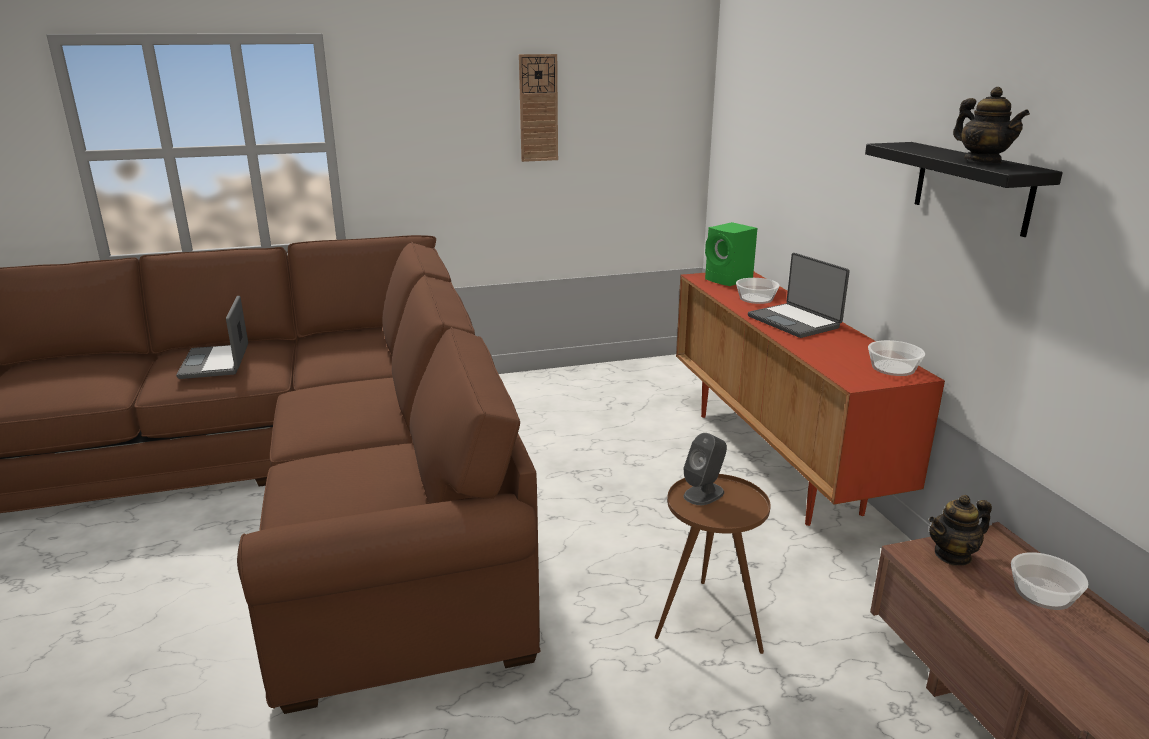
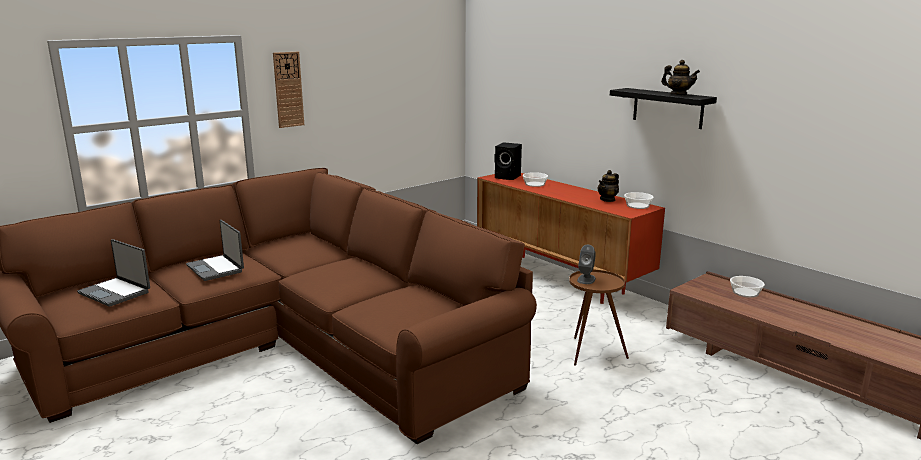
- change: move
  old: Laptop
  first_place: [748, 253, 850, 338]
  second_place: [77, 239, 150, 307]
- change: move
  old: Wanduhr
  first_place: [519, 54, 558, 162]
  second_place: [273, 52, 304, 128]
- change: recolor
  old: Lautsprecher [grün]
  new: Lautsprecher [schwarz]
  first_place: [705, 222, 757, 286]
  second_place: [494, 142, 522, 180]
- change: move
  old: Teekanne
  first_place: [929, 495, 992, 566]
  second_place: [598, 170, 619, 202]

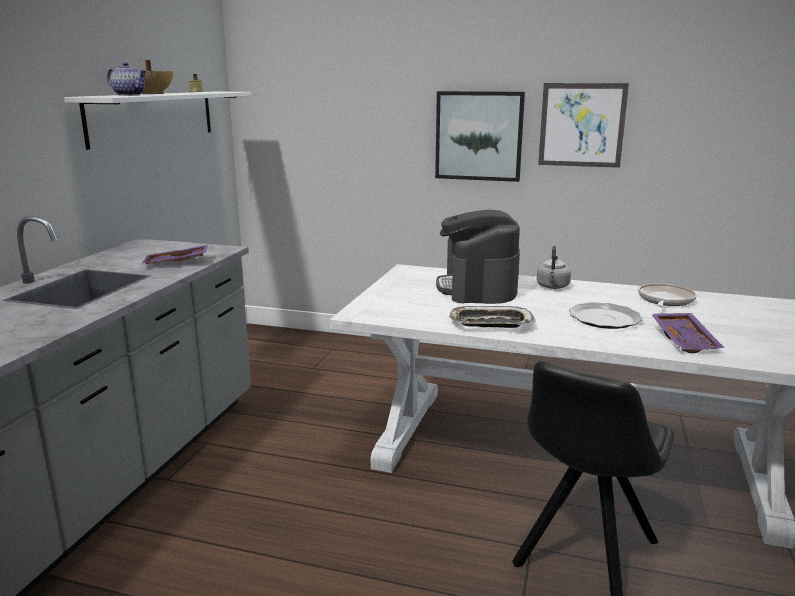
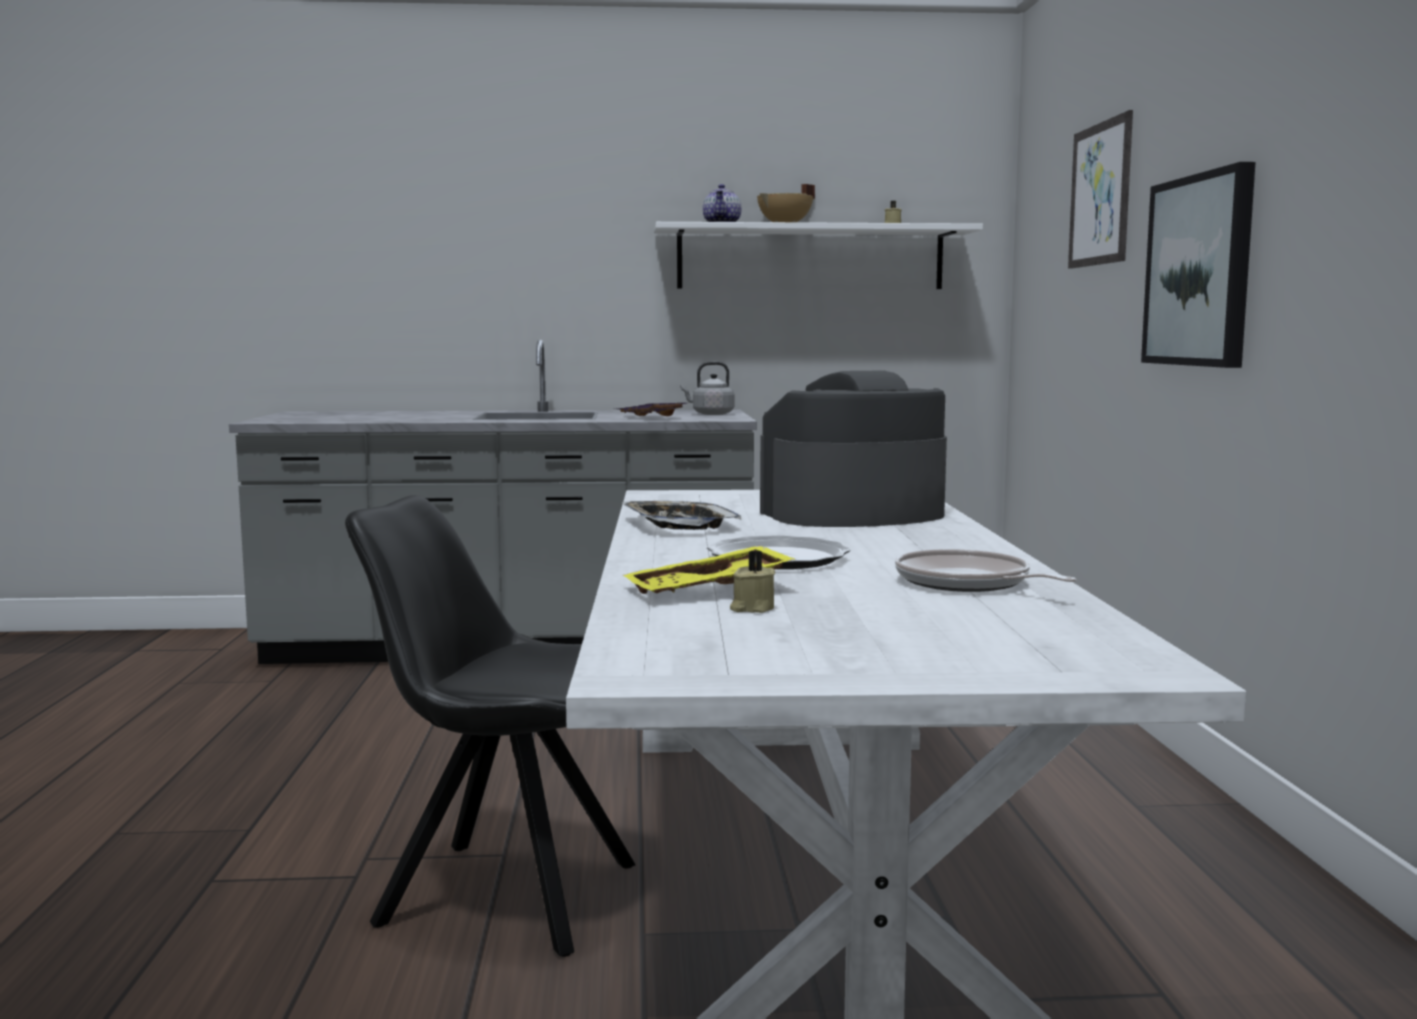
- change: recolor
  old: Tablett [lila]
  new: Tablett [gelb]
  first_place: [651, 313, 725, 353]
  second_place: [623, 546, 795, 594]
- change: move
  old: Wasserkessel [grau]
  first_place: [537, 246, 571, 289]
  second_place: [680, 362, 734, 415]
- change: insert
  new: Kerze [beige]
  second_place: [730, 551, 775, 613]
- change: rotate
  old: Pfanne
  first_place: [638, 283, 697, 307]
  second_place: [895, 549, 1076, 592]
  degrees: -135
- change: move
  old: Bild
  first_place: [538, 83, 629, 168]
  second_place: [1068, 110, 1133, 269]

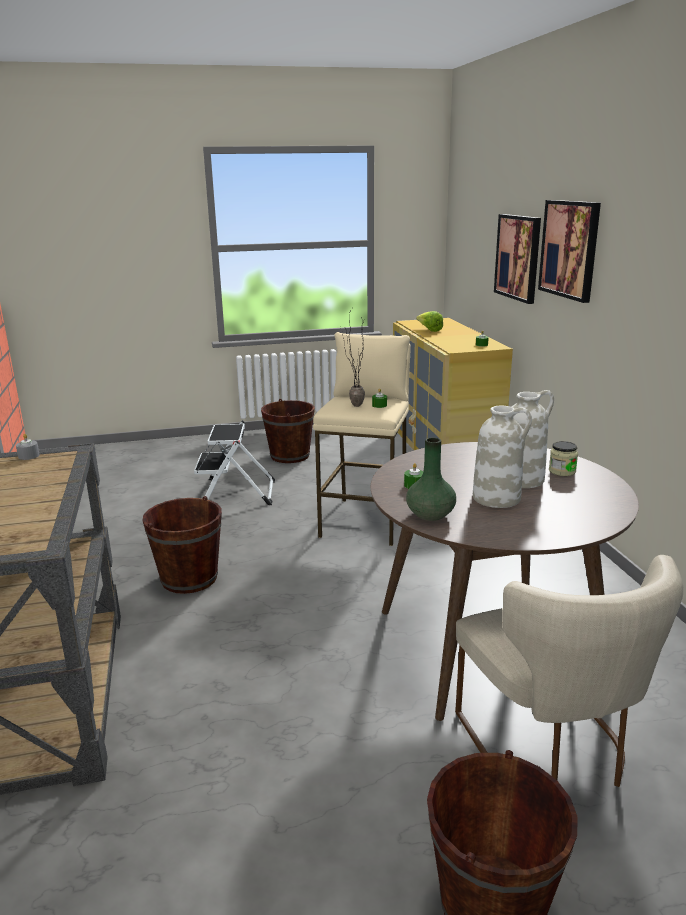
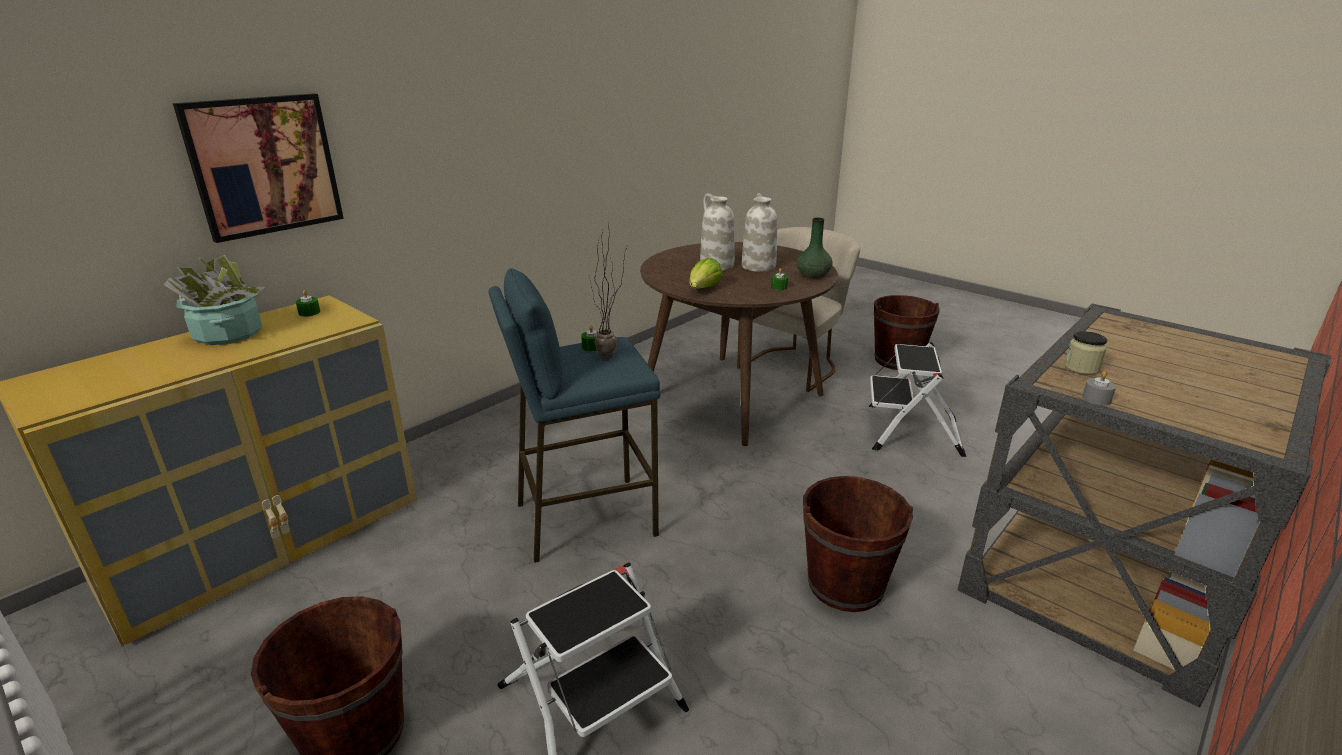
- change: insert
  new: Topfpflanze
  second_place: [163, 255, 265, 345]
- change: recolor
  old: Hocker [beige]
  new: Hocker [blau]
  first_place: [313, 332, 411, 546]
  second_place: [488, 268, 660, 563]
- change: move
  old: Salatkopf
  first_place: [416, 311, 443, 332]
  second_place: [689, 257, 723, 289]
- change: insert
  new: Trittleiter
  second_place: [869, 342, 966, 457]
- change: move
  old: Vorratsglas
  first_place: [549, 441, 578, 476]
  second_place: [1064, 331, 1107, 374]
- change: delete
  old: Bild
  first_place: [538, 200, 601, 303]

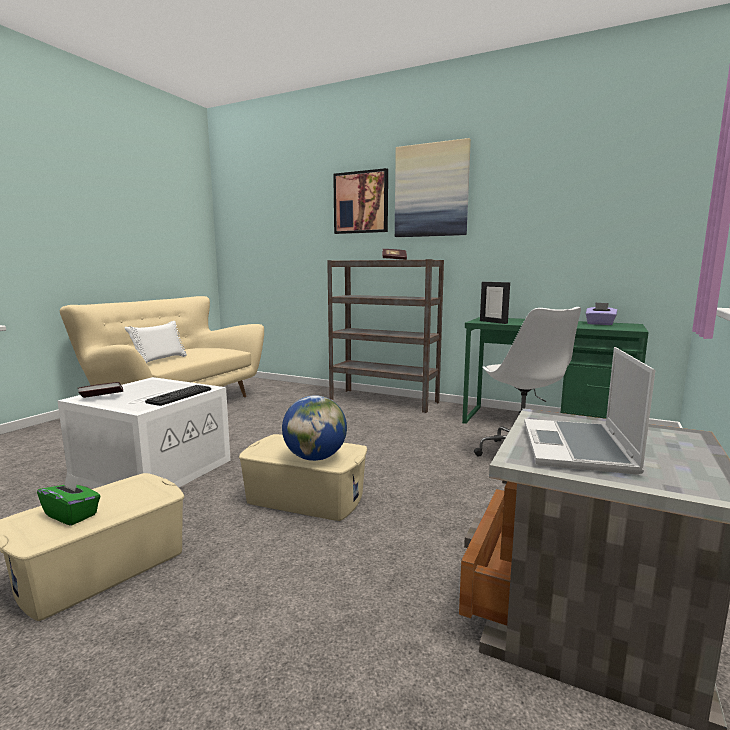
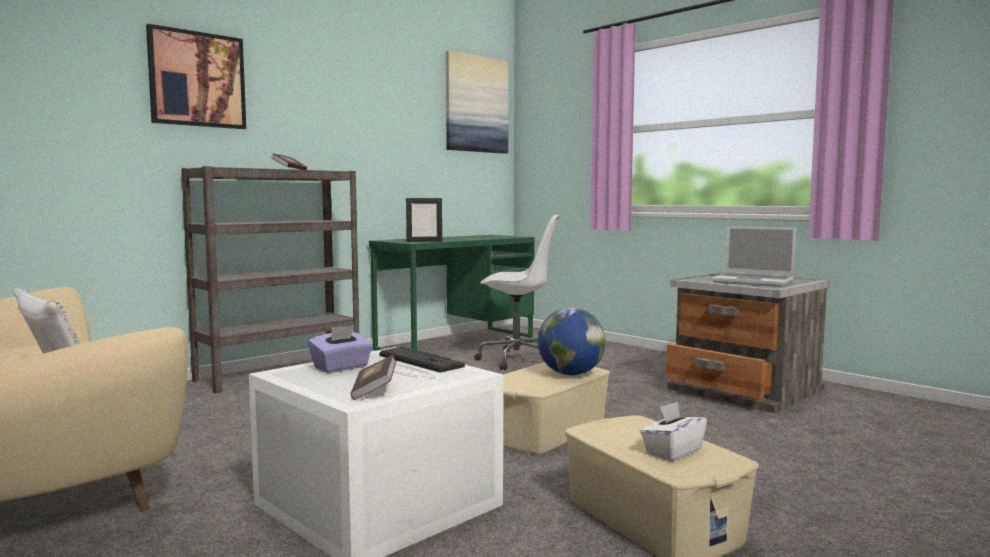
- change: move
  old: Taschentuchbox [lila]
  first_place: [586, 302, 617, 325]
  second_place: [308, 325, 373, 373]
- change: move
  old: Bild
  first_place: [395, 138, 471, 237]
  second_place: [446, 50, 509, 154]
- change: recolor
  old: Taschentuchbox [grün]
  new: Taschentuchbox [weiß]
  first_place: [37, 473, 101, 526]
  second_place: [640, 402, 707, 461]

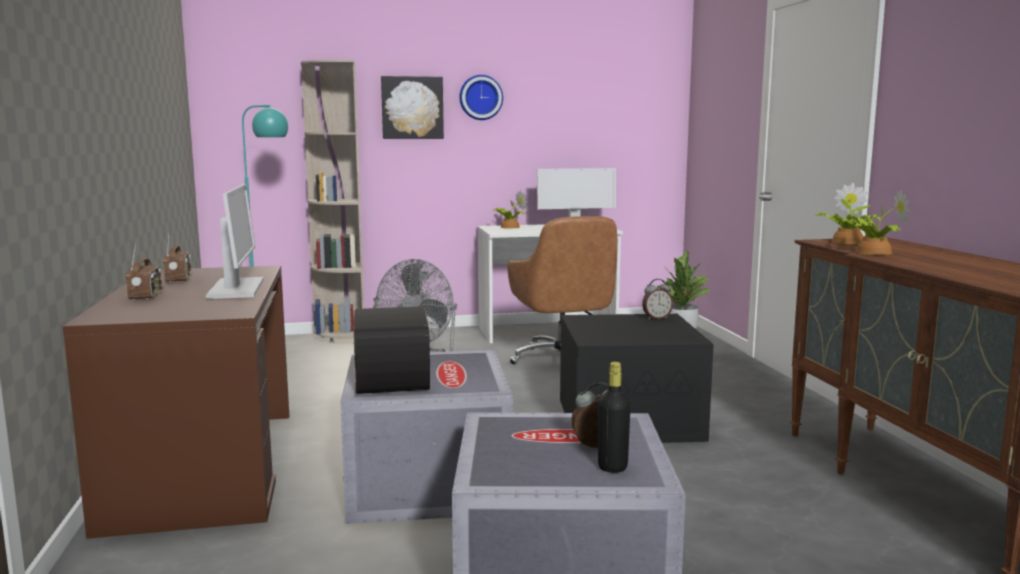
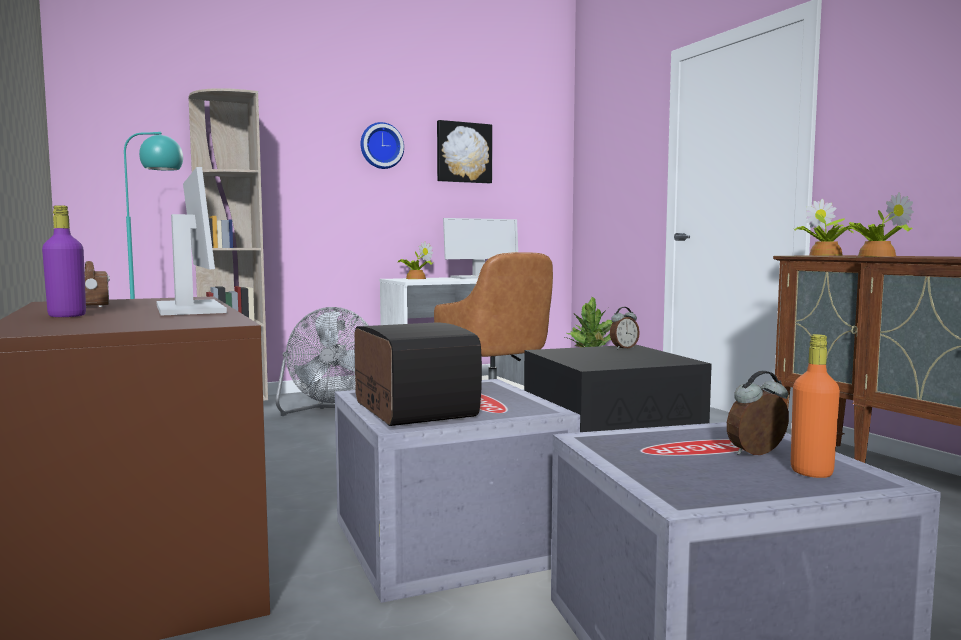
- change: replace
  old: Radio
  new: Flasche [lila]
  first_place: [126, 244, 162, 300]
  second_place: [42, 205, 86, 317]
- change: move
  old: Bild
  first_place: [381, 76, 444, 139]
  second_place: [437, 120, 492, 183]
- change: recolor
  old: Flasche [schwarz]
  new: Flasche [orange]
  first_place: [598, 362, 631, 473]
  second_place: [791, 334, 840, 478]

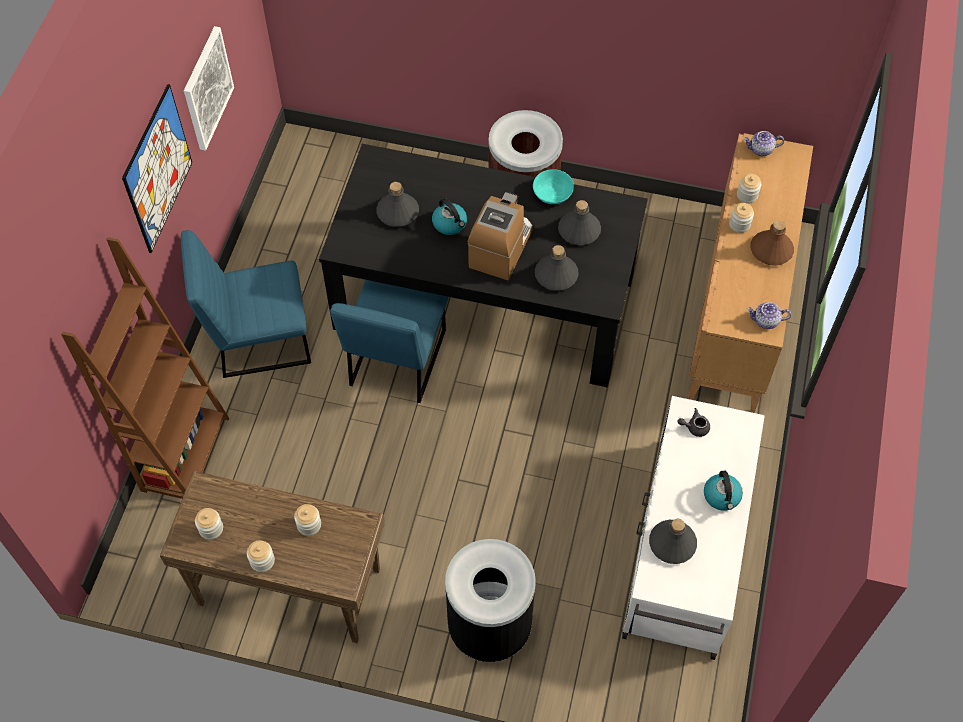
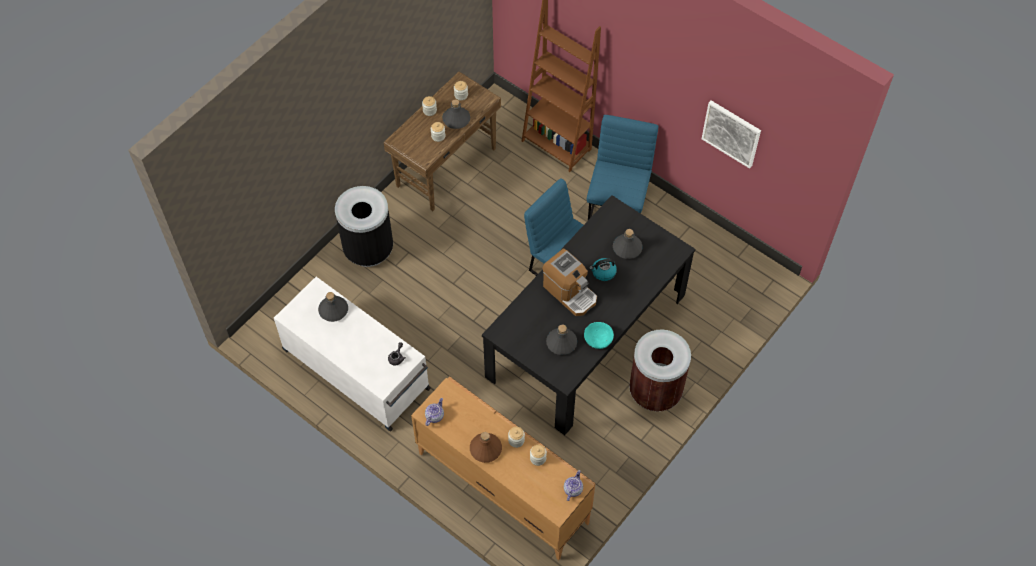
- change: move
  old: Flasche [grau]
  first_place: [535, 245, 579, 291]
  second_place: [442, 99, 470, 129]
- change: delete
  old: Bild
  first_place: [122, 84, 193, 253]
- change: delete
  old: Wasserkessel
  first_place: [704, 471, 743, 511]

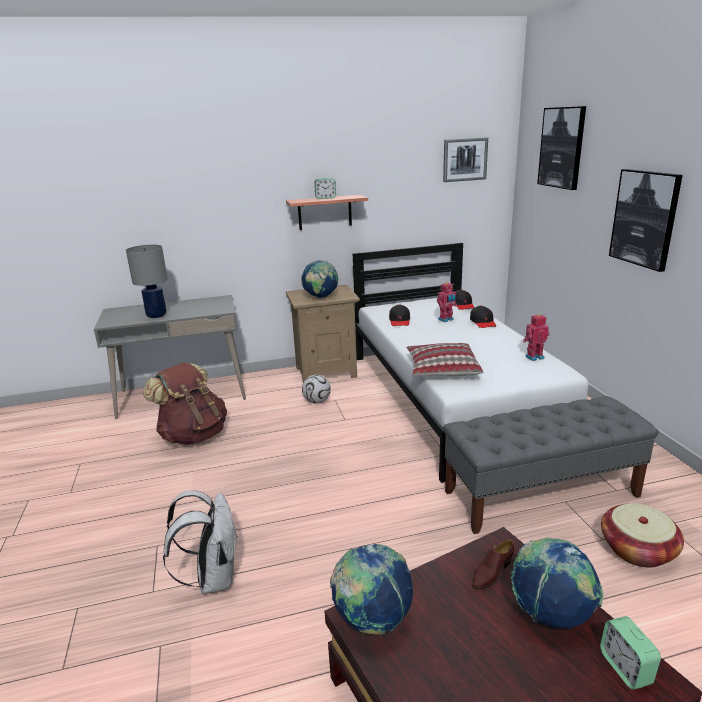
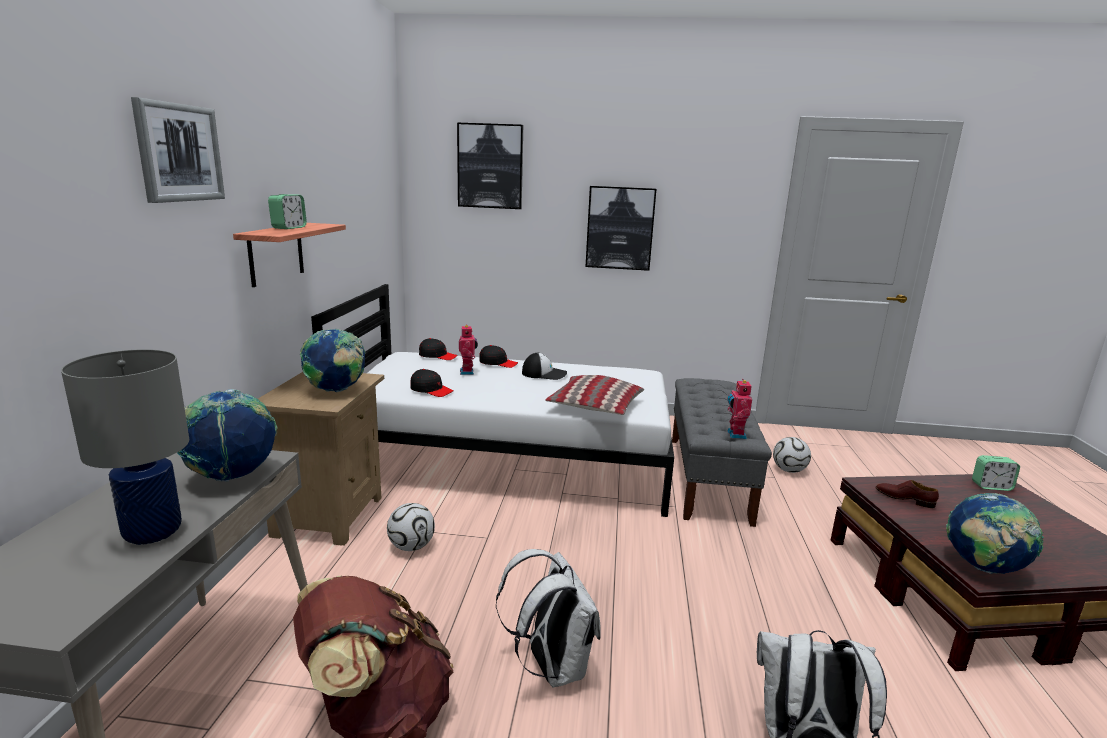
- change: move
  old: Bild
  first_place: [443, 137, 488, 182]
  second_place: [131, 97, 225, 203]
- change: move
  old: Globus
  first_place: [511, 537, 603, 628]
  second_place: [177, 389, 277, 482]
- change: insert
  new: Rucksack [weiß]
  second_place: [496, 549, 601, 687]
- change: insert
  new: Kappe
  second_place: [522, 353, 567, 380]
- change: move
  old: Spielzeugroboter
  first_place: [523, 314, 550, 361]
  second_place: [727, 379, 752, 439]
- change: replace
  old: Korb
  new: Fußball
  first_place: [601, 503, 684, 568]
  second_place: [773, 437, 811, 473]
- change: rotate
  old: Schuh [braun]
  first_place: [472, 539, 514, 589]
  second_place: [876, 480, 939, 508]
  degrees: 150

